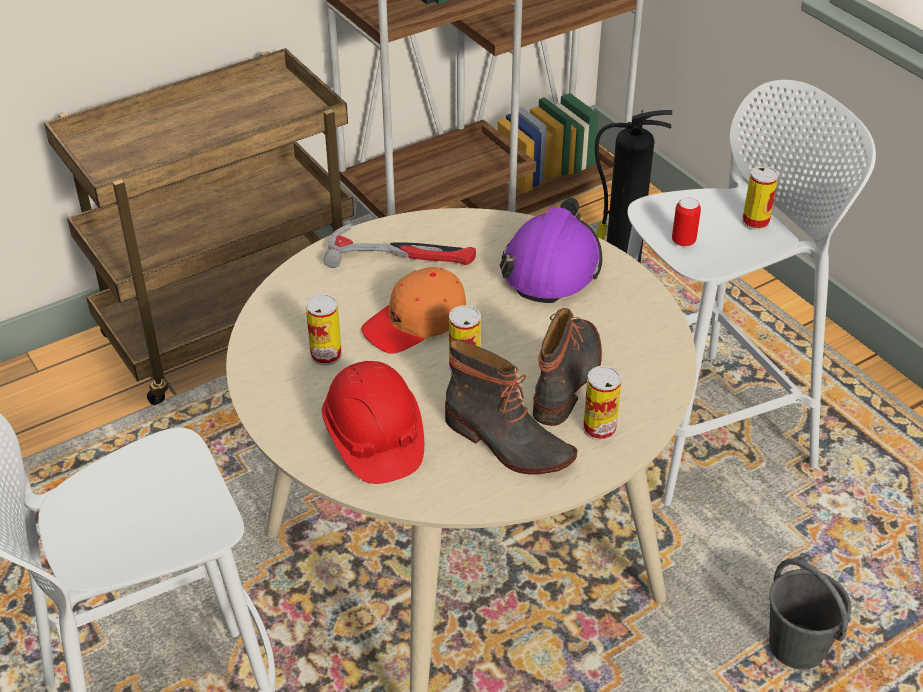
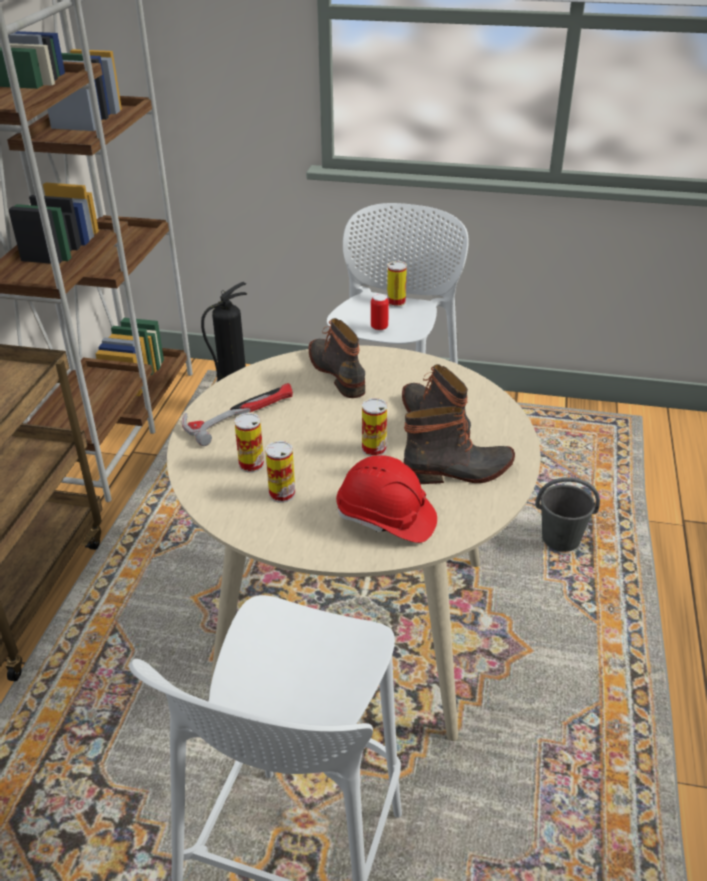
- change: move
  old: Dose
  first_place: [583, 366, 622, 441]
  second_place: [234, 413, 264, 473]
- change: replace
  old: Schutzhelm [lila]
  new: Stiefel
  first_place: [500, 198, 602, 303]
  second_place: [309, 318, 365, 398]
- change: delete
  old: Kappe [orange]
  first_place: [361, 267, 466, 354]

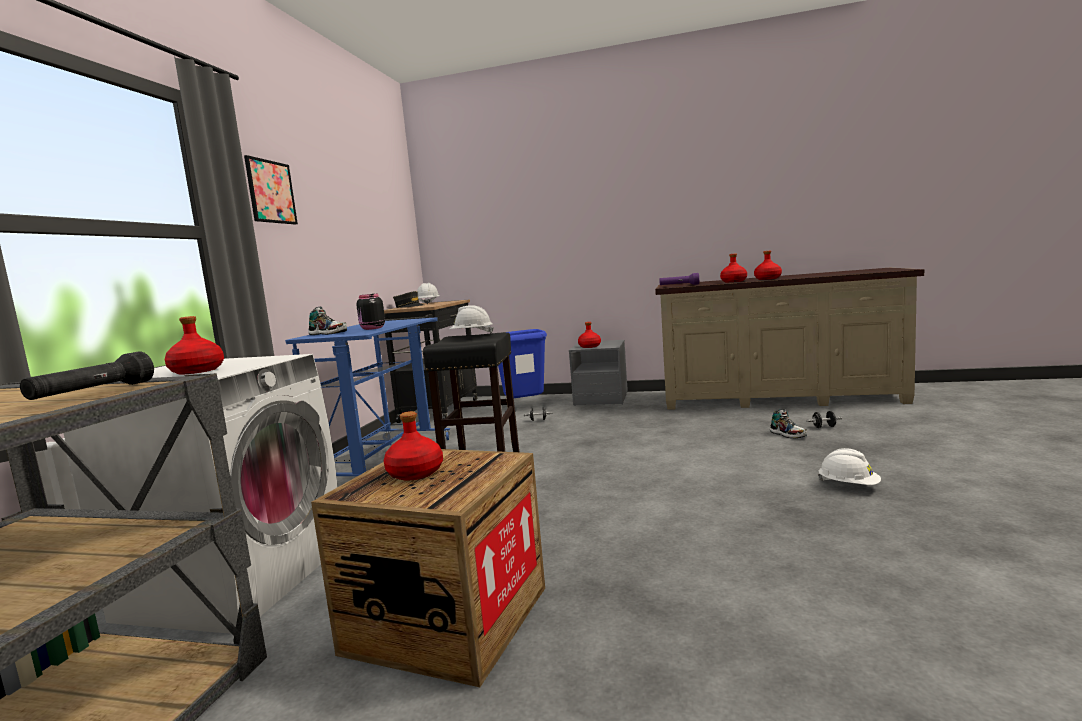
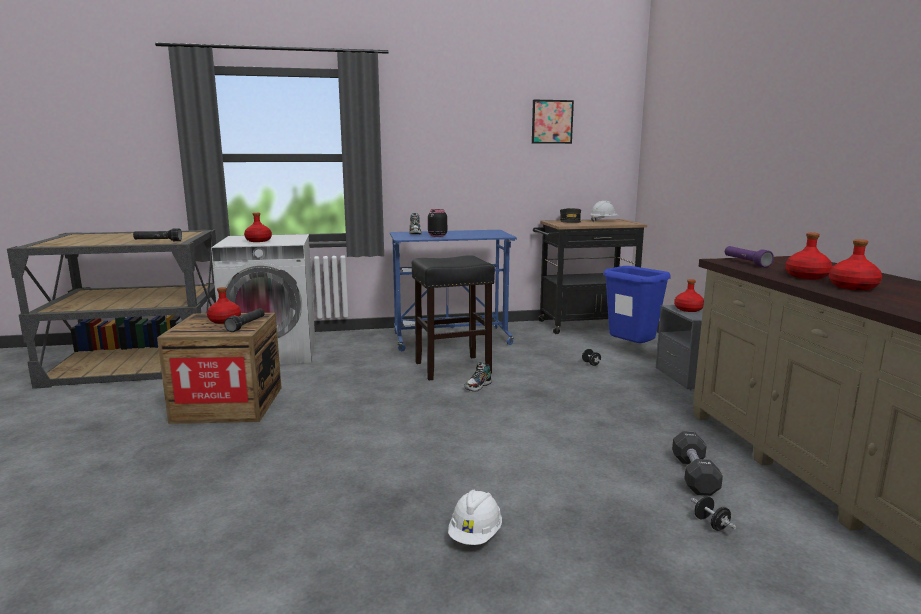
- change: insert
  new: Taschenlampe [schwarz]
  second_place: [224, 308, 265, 332]
- change: move
  old: Schuh
  first_place: [770, 409, 807, 438]
  second_place: [464, 362, 492, 392]
- change: move
  old: Bild
  first_place: [244, 155, 298, 225]
  second_place: [532, 100, 574, 144]
- change: insert
  new: Hantel [schwarz]
  second_place: [672, 431, 723, 496]
- change: delete
  old: Schutzhelm [weiß]
  first_place: [450, 305, 494, 334]

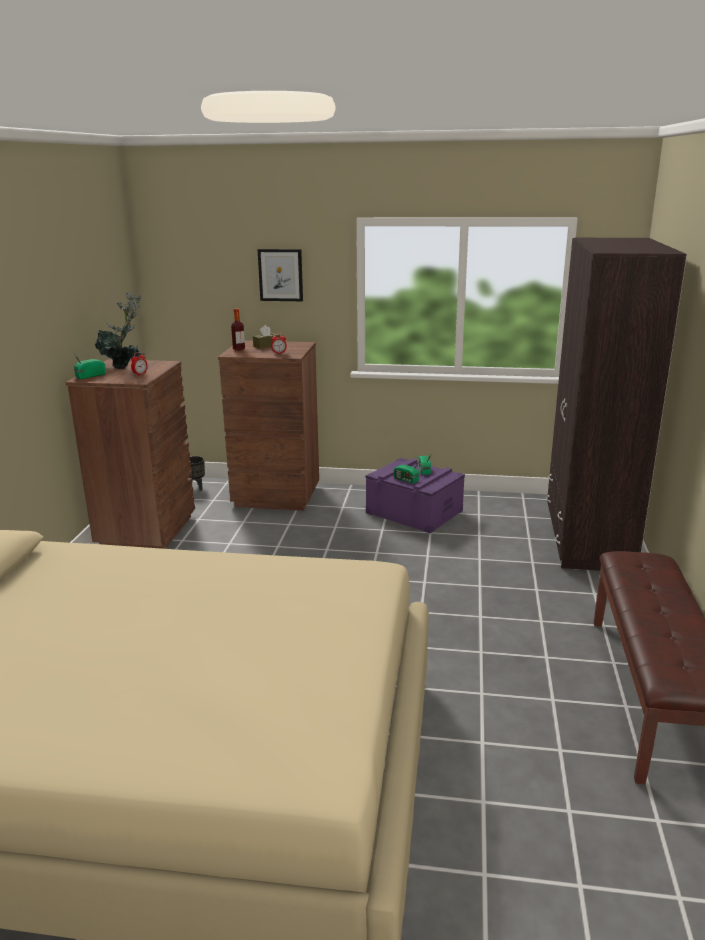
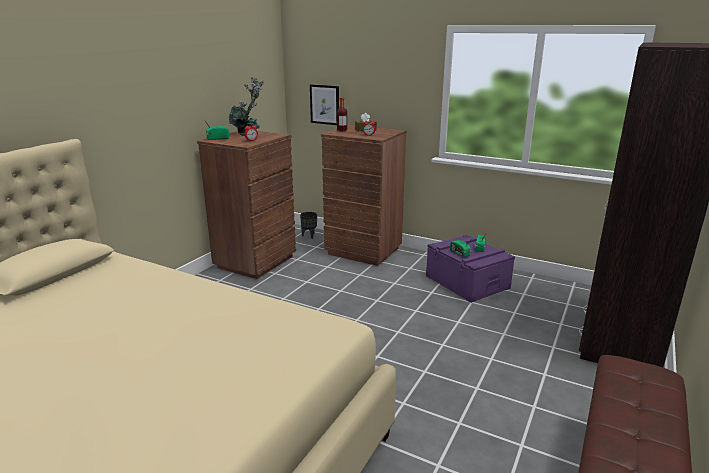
- change: move
  old: Bild
  first_place: [258, 249, 303, 301]
  second_place: [310, 84, 339, 125]

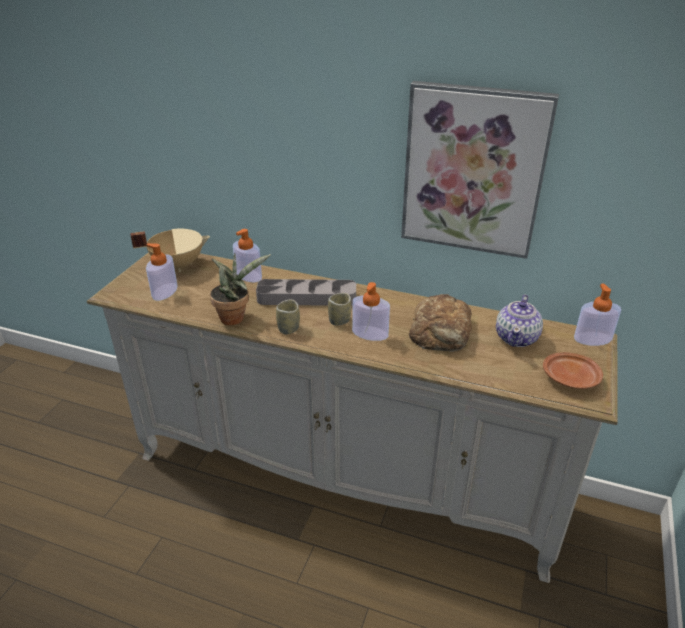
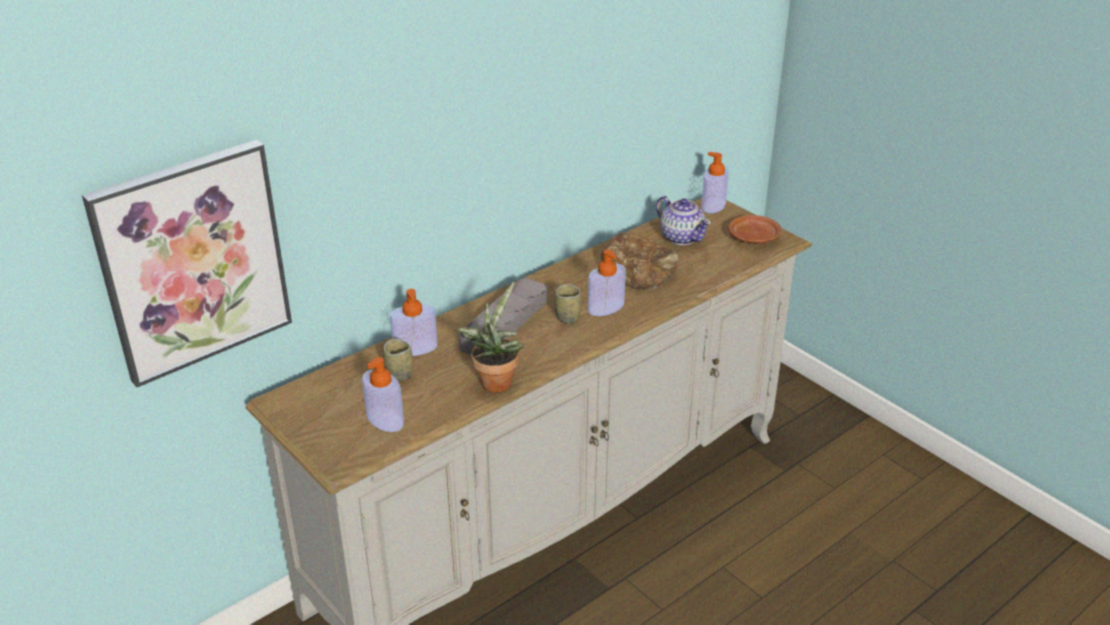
- change: move
  old: Bild
  first_place: [401, 81, 559, 259]
  second_place: [82, 140, 292, 387]
- change: move
  old: Tasse
  first_place: [276, 300, 300, 334]
  second_place: [383, 339, 413, 380]
- change: delete
  old: Kochtopf [beige]
  first_place: [130, 229, 210, 272]

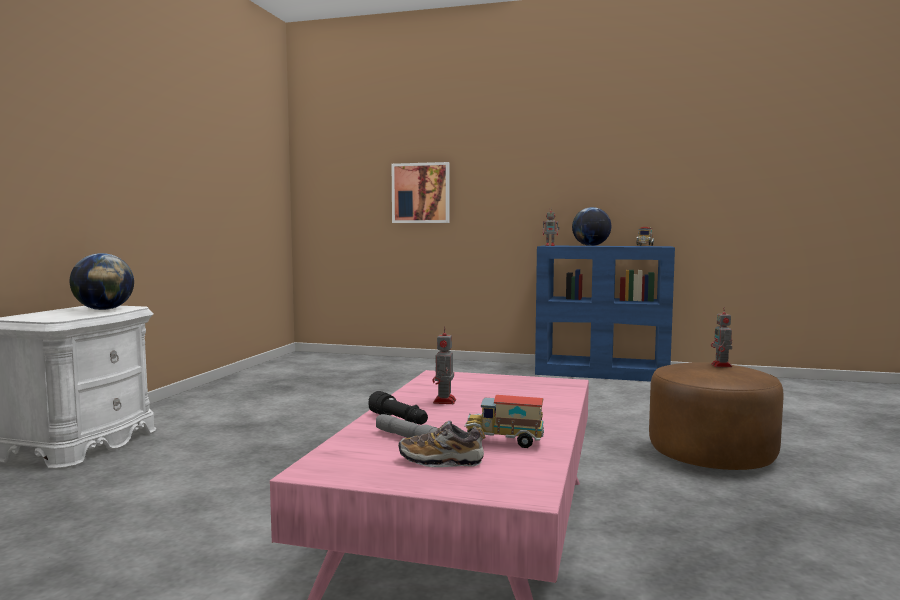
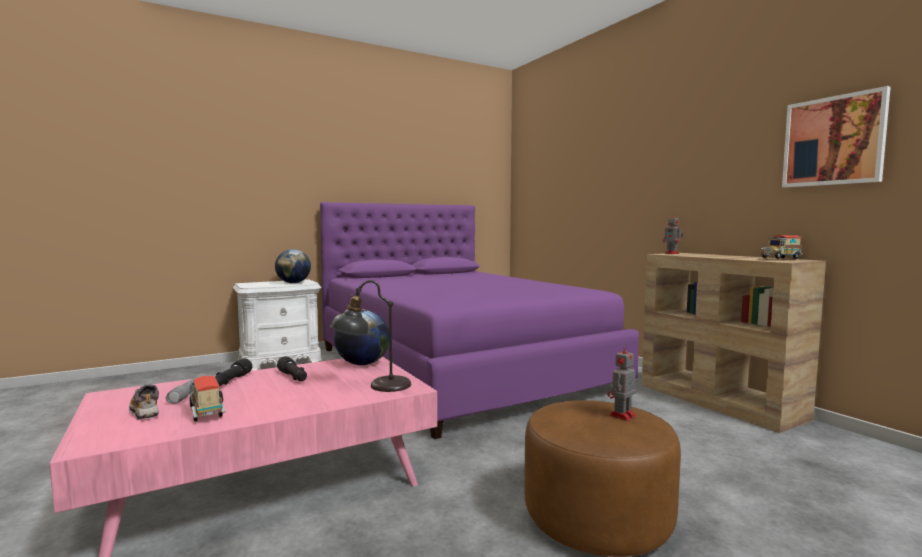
- change: replace
  old: Spielzeugroboter
  new: Taschenlampe [schwarz]
  first_place: [433, 326, 456, 404]
  second_place: [277, 356, 307, 381]
- change: insert
  new: Bett [lila]
  second_place: [320, 202, 639, 439]
- change: insert
  new: Tischlampe [grau]
  second_place: [330, 280, 411, 392]
- change: move
  old: Globus
  first_place: [572, 207, 611, 246]
  second_place: [334, 310, 389, 365]
- change: recolor
  old: Bücherregal [blau]
  new: Bücherregal [braun]
  first_place: [535, 245, 675, 382]
  second_place: [642, 253, 826, 433]
- change: move
  old: Bild
  first_place: [392, 162, 449, 223]
  second_place: [782, 86, 891, 188]

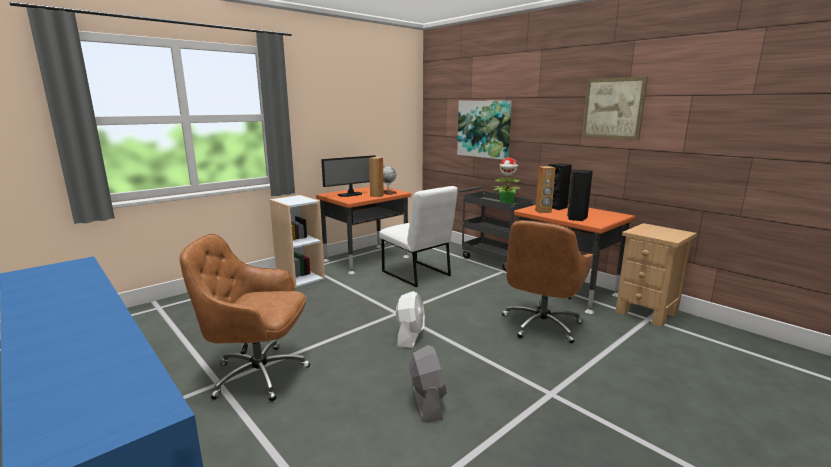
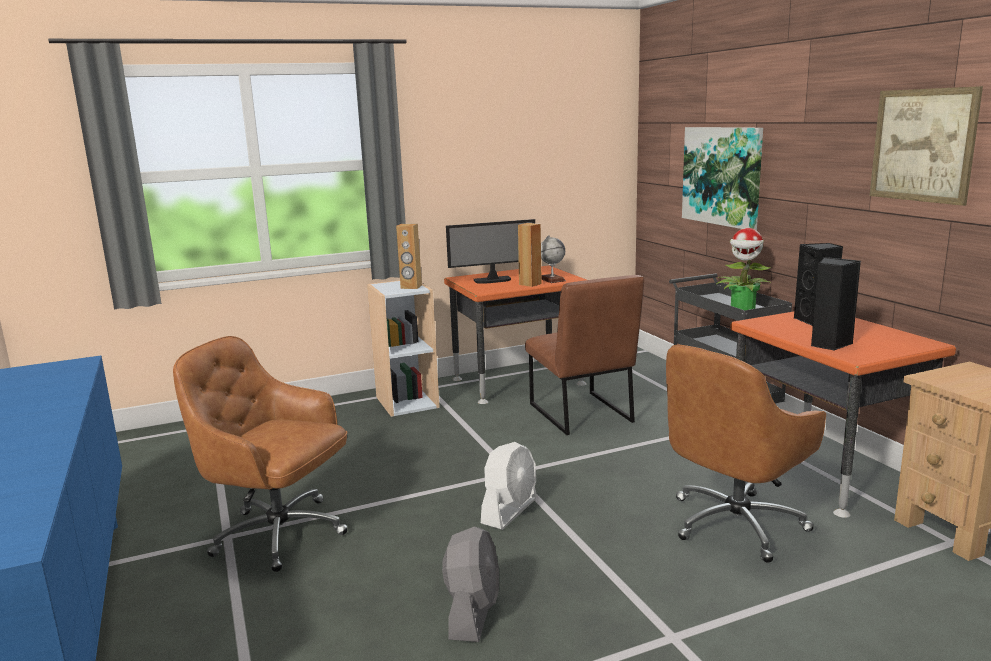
- change: move
  old: Lautsprecher [braun]
  first_place: [535, 166, 555, 213]
  second_place: [396, 224, 422, 289]
- change: recolor
  old: Stuhl [weiß]
  new: Stuhl [braun]
  first_place: [379, 186, 458, 287]
  second_place: [525, 275, 644, 435]

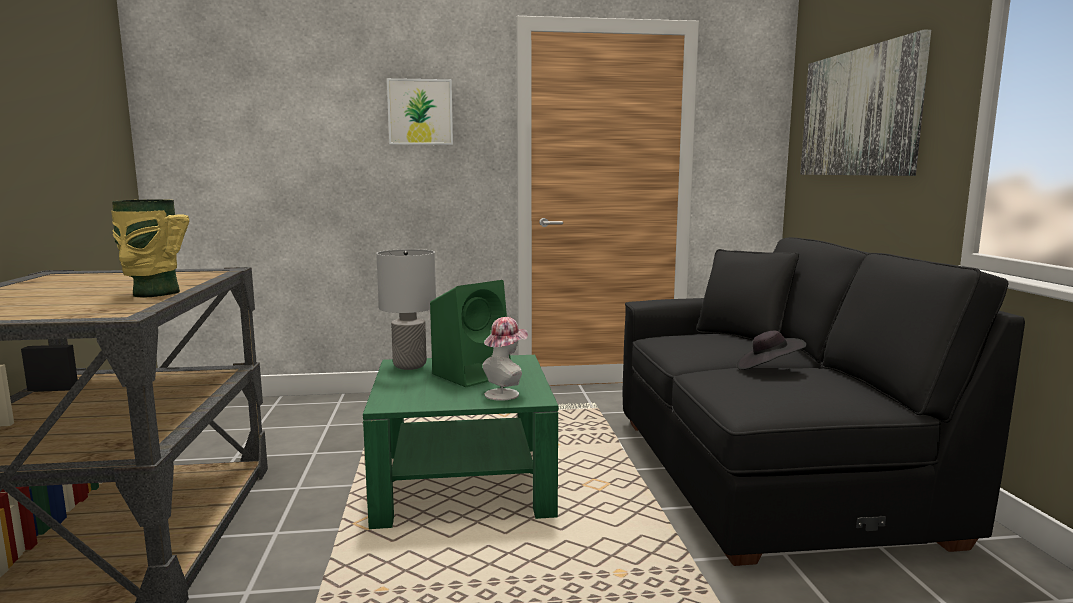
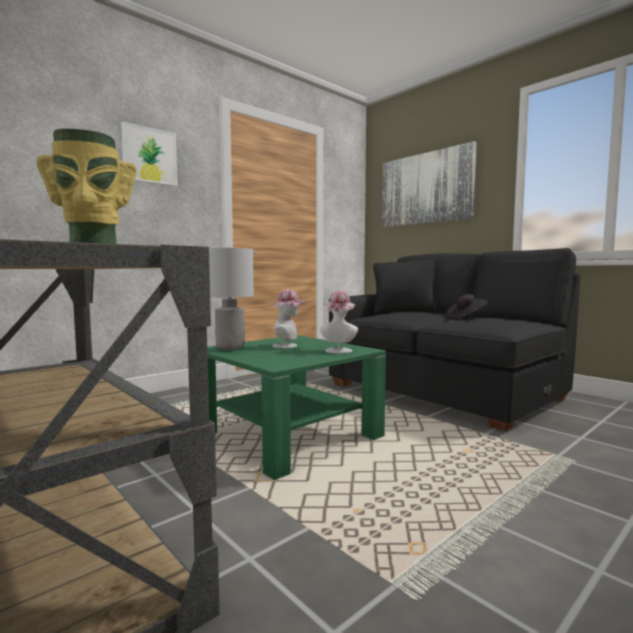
- change: replace
  old: Lautsprecher [grün]
  new: Hut
  first_place: [430, 280, 511, 387]
  second_place: [272, 289, 306, 348]

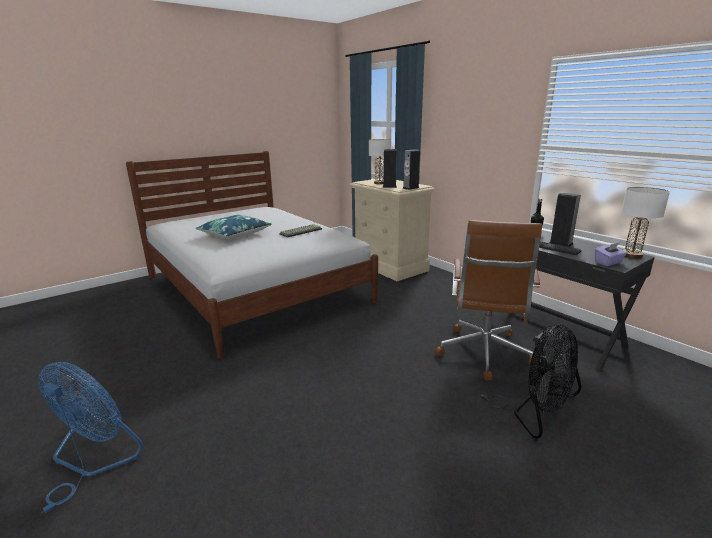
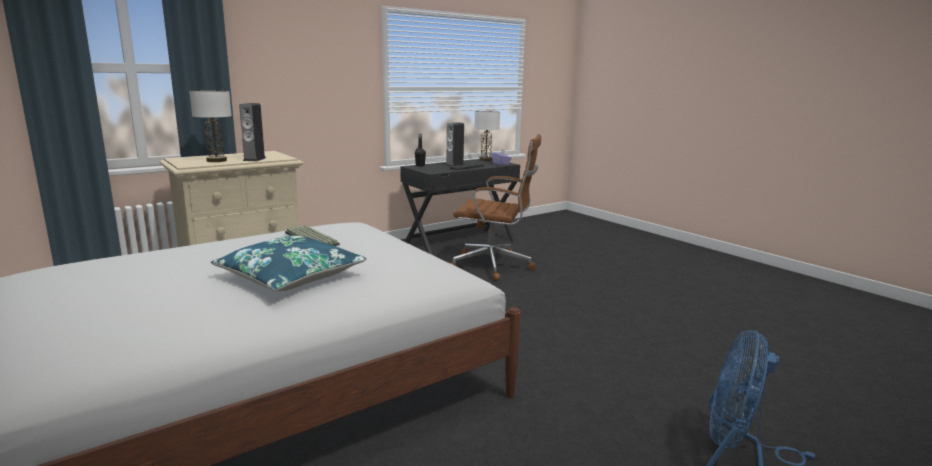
- change: delete
  old: Lautsprecher
  first_place: [402, 149, 420, 190]
- change: delete
  old: Ventilator [schwarz]
  first_place: [481, 325, 582, 442]

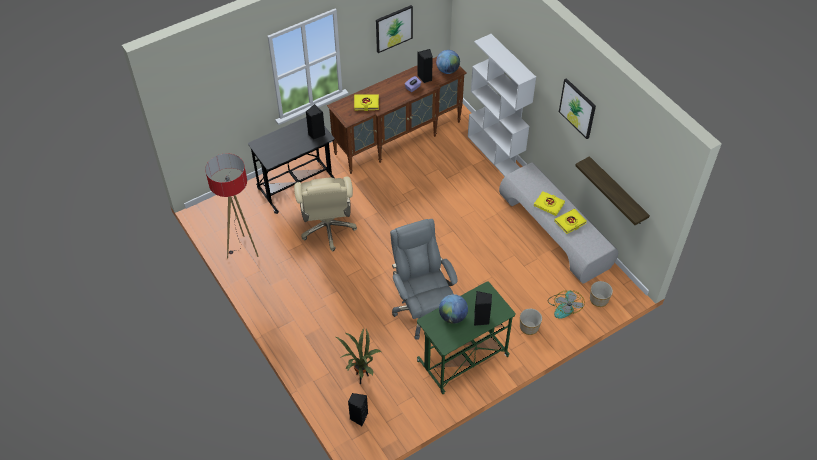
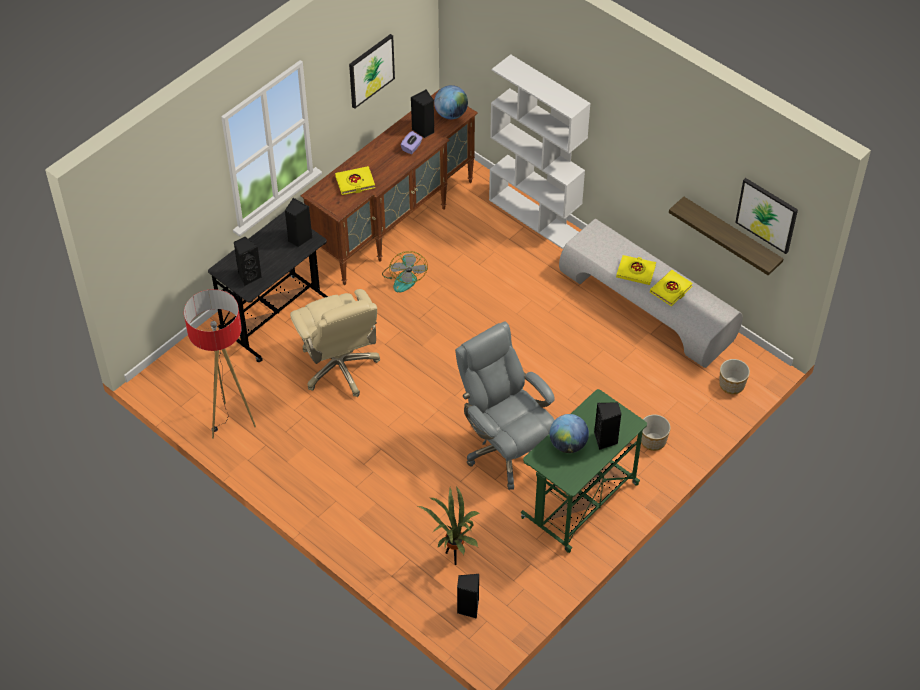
- change: insert
  new: Lautsprecher [schwarz]
  second_place: [234, 237, 262, 286]
- change: move
  old: Ventilator
  first_place: [548, 290, 585, 319]
  second_place: [382, 251, 428, 292]
- change: move
  old: Bild
  first_place: [559, 78, 596, 139]
  second_place: [735, 178, 798, 254]

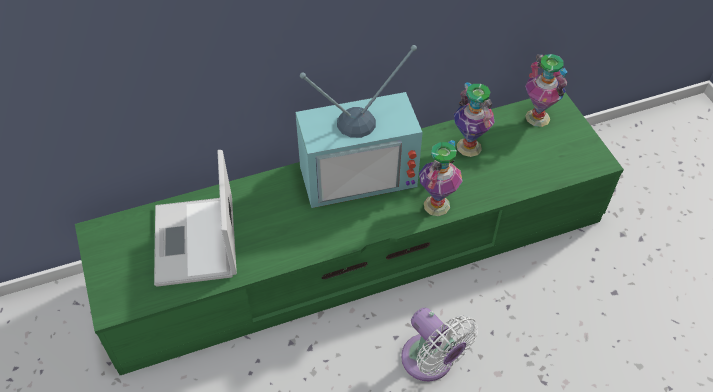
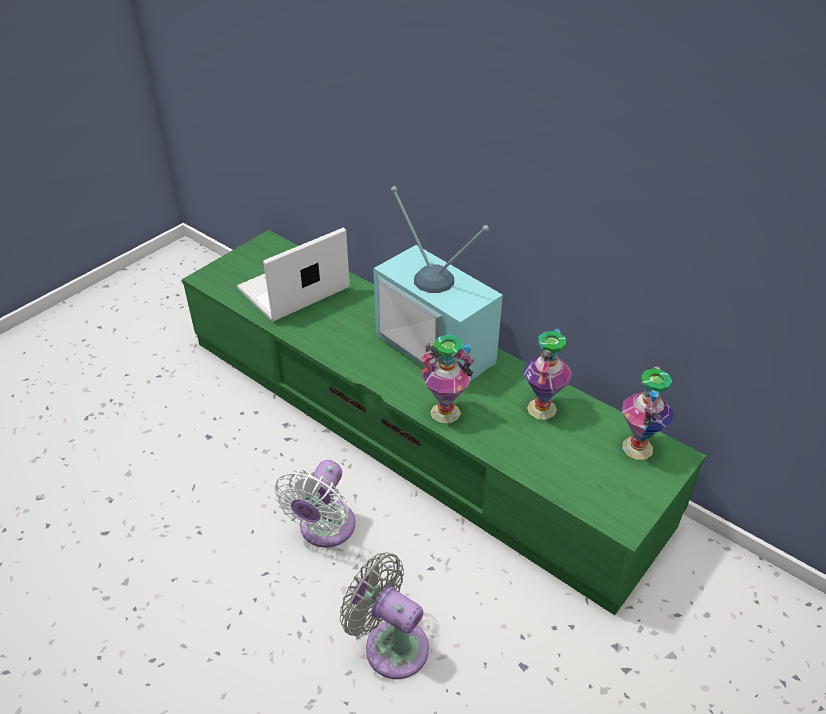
- change: insert
  new: Ventilator [grau]
  second_place: [340, 552, 429, 679]

